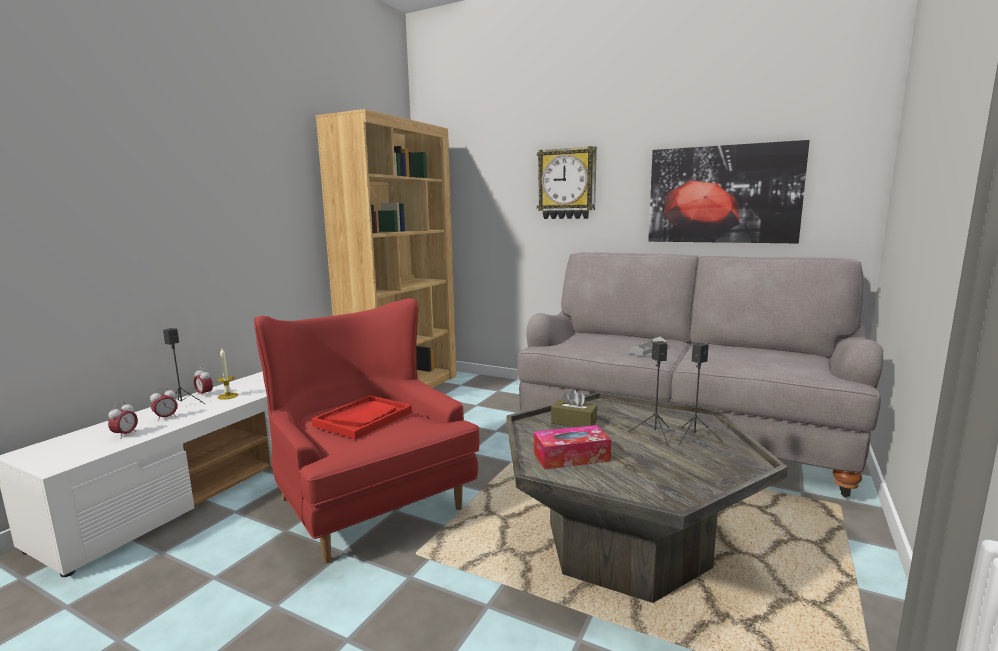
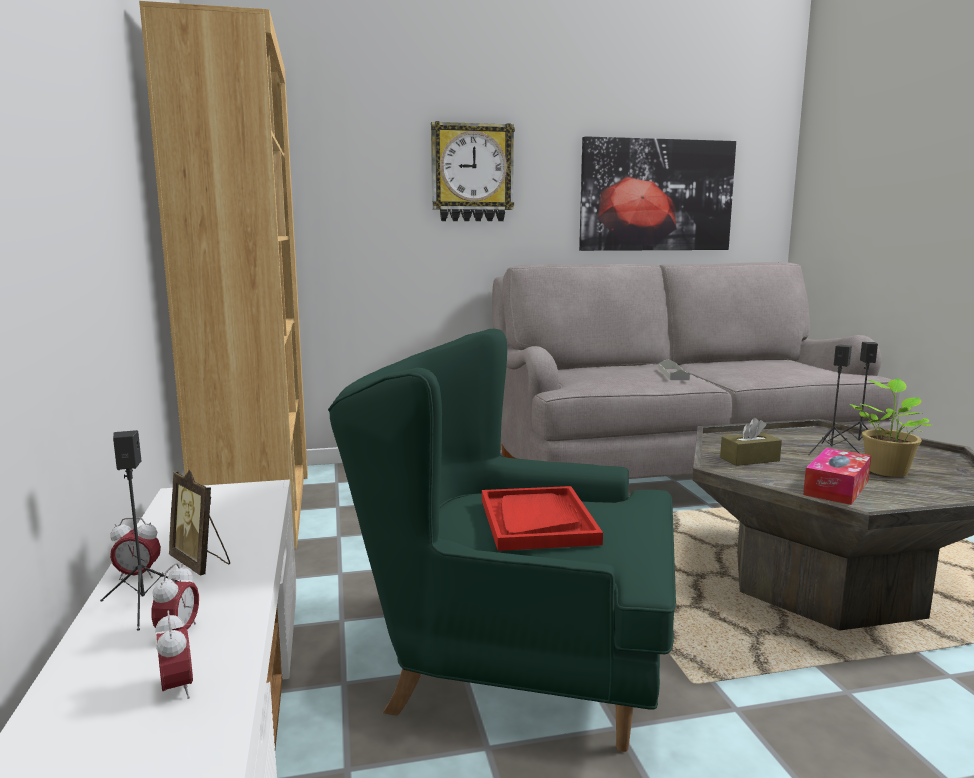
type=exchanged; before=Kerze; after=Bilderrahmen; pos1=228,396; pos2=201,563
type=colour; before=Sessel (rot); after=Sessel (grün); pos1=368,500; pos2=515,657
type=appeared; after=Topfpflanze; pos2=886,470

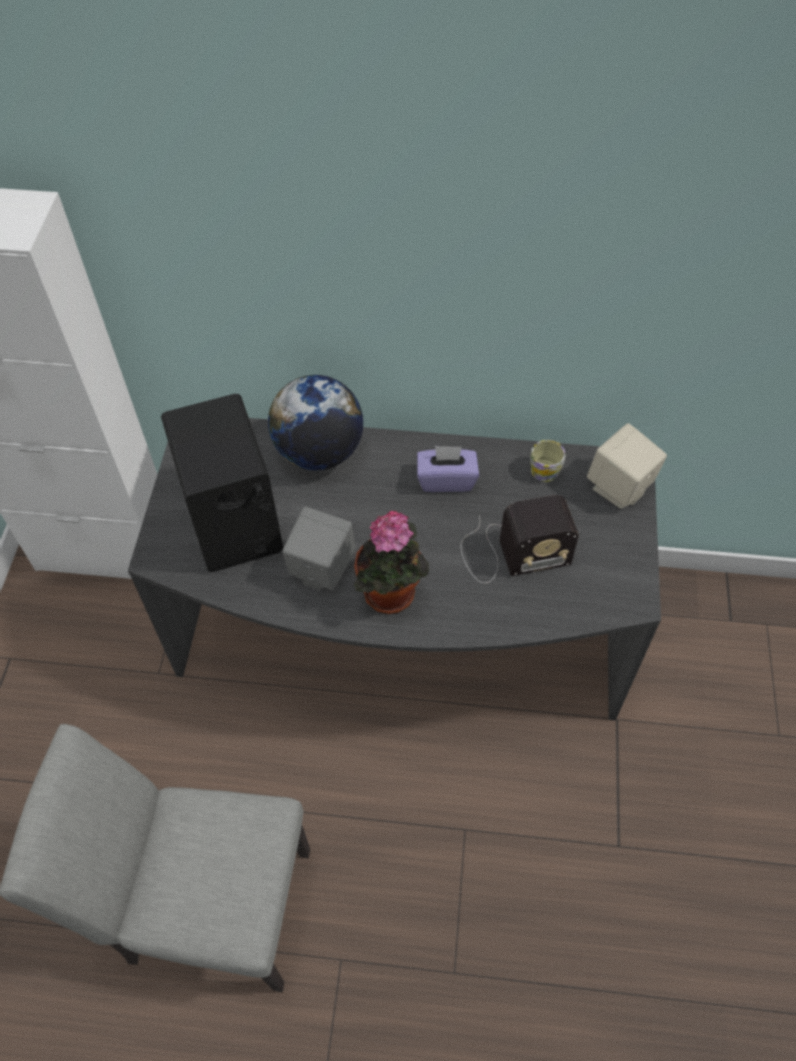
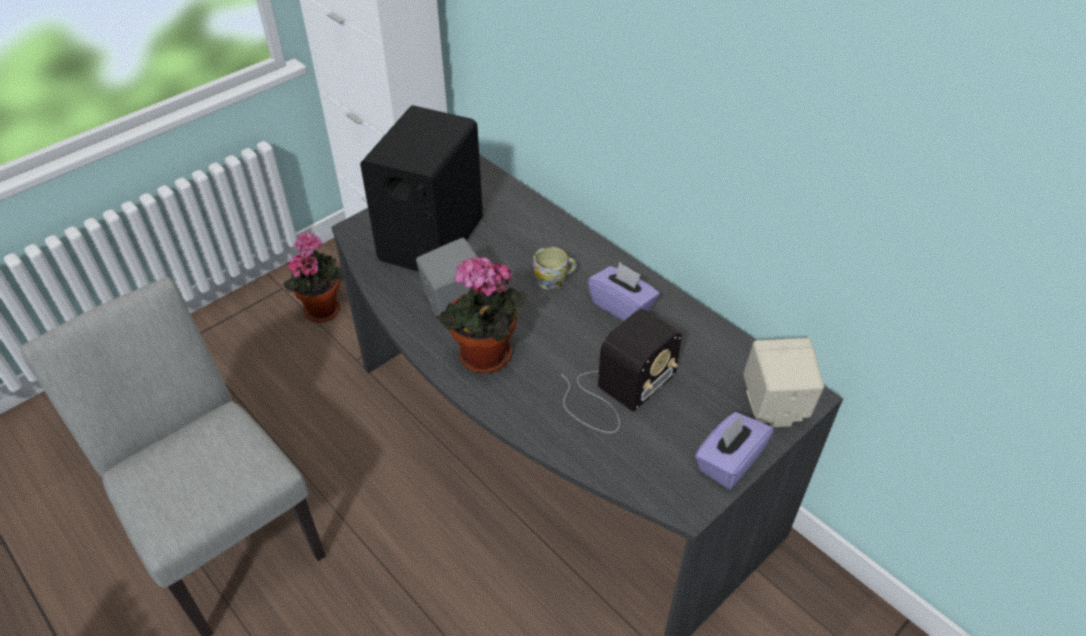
type=missing; before=Globus; pos1=319,452
type=spun; before=Radio; pos1=510,552; pos2=616,391; turn=-75
type=relocated; before=Henkelbecher; pos1=547,468; pos2=555,279
type=appeared; after=Topfpflanze; pos2=322,308
type=appeared; after=Taschentuchbox (lila); pos2=728,462

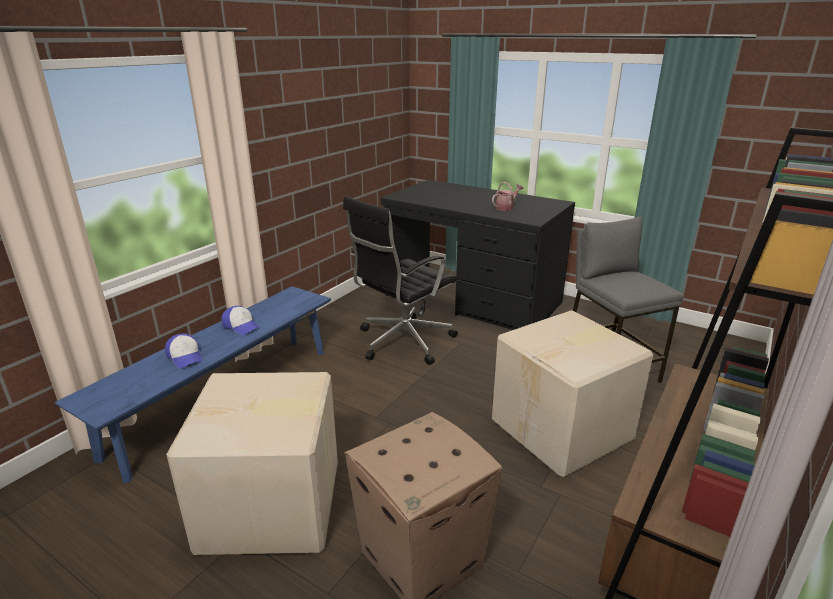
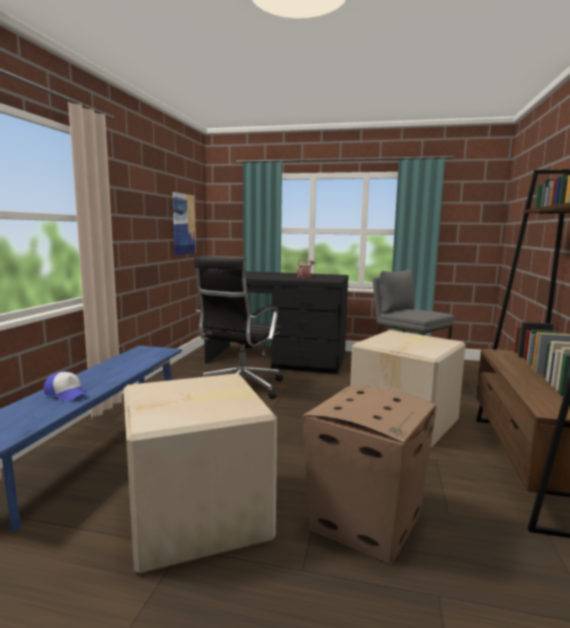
type=missing; before=Kappe; pos1=241,326
type=appeared; after=Bild; pos2=183,224

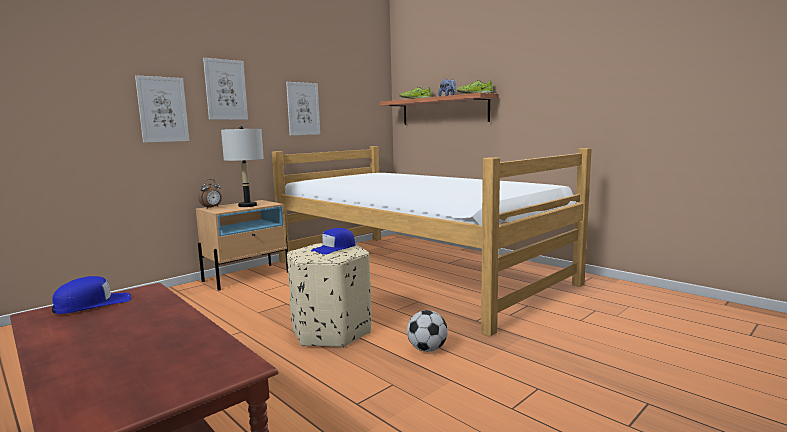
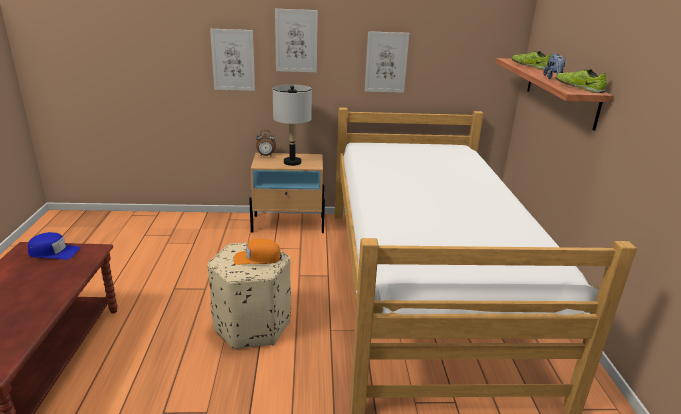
type=colour; before=Kappe (blau); after=Kappe (orange); pos1=334,248; pos2=257,258
type=missing; before=Fußball; pos1=427,349

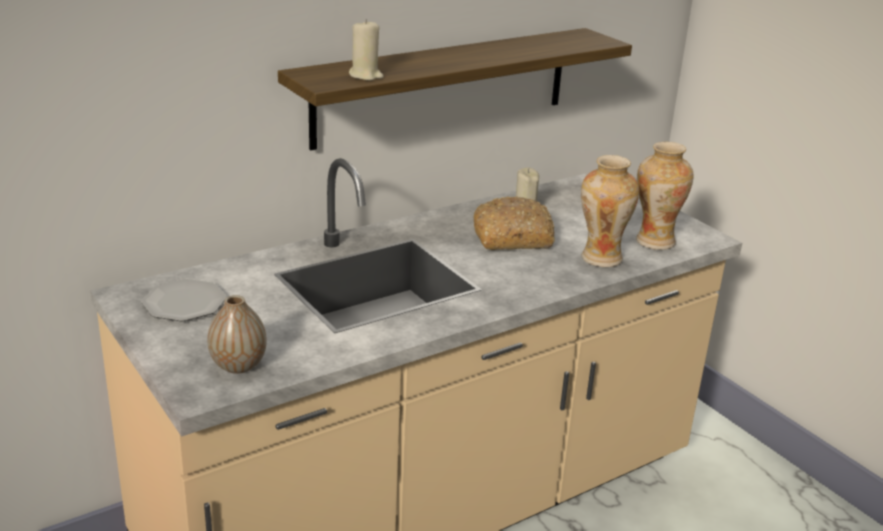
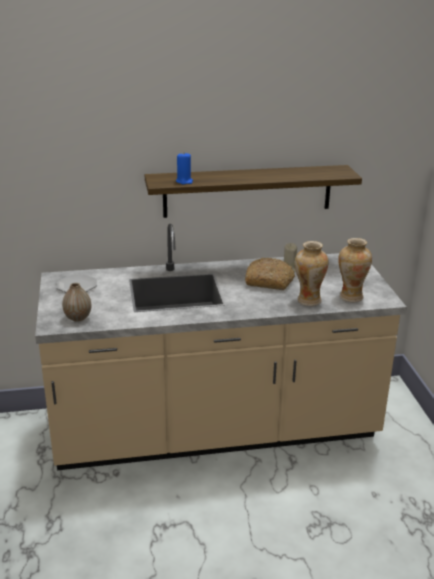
type=colour; before=Kerze (beige); after=Kerze (blau); pos1=366,75; pos2=184,181

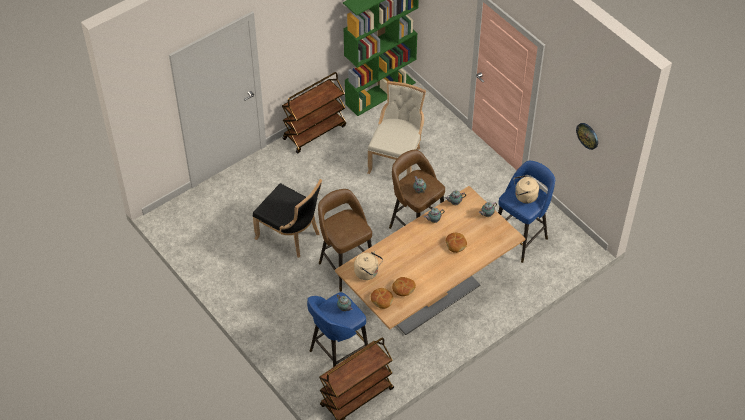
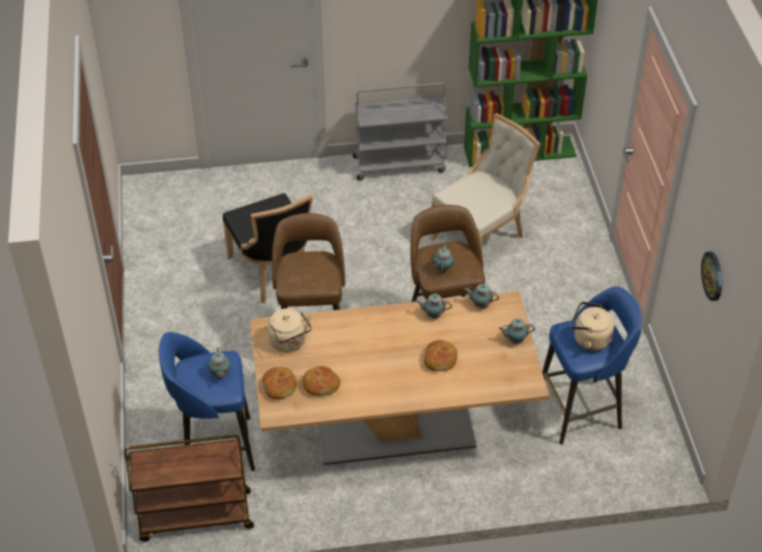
type=colour; before=Rollwagen (braun); after=Rollwagen (grau); pos1=314,132; pos2=399,164

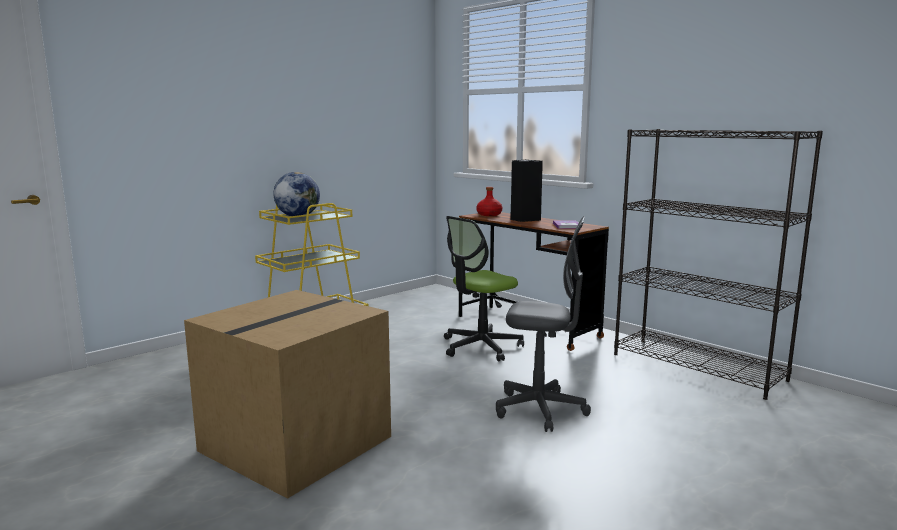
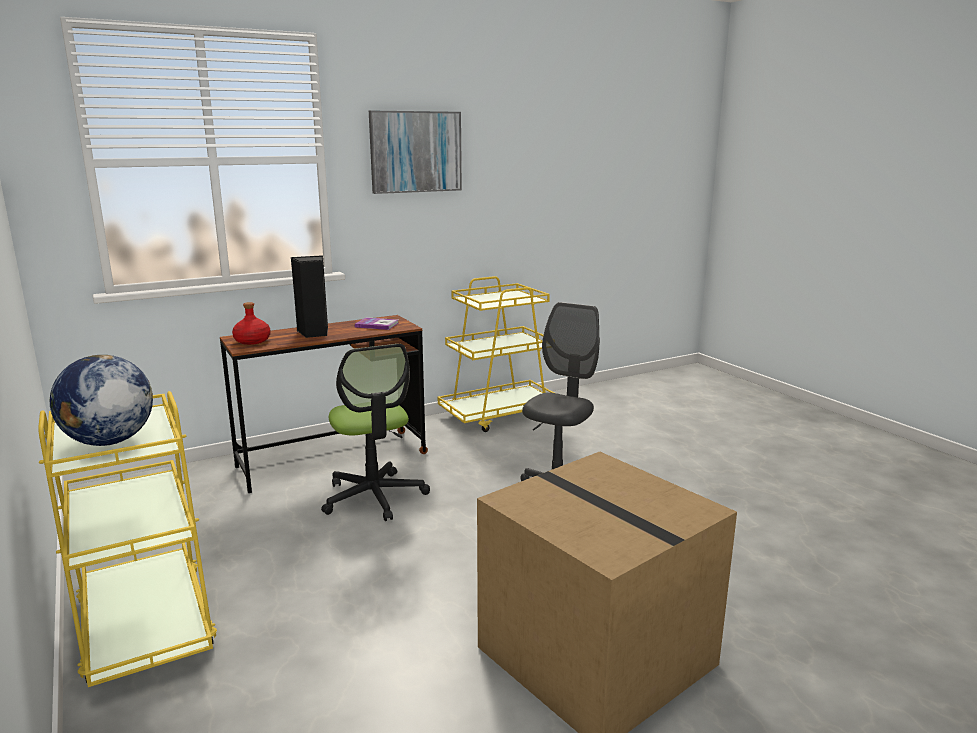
type=exchanged; before=Bücherregal (schwarz); after=Rollwagen (gelb); pos1=698,367; pos2=499,415
type=appeared; after=Bild; pos2=415,152

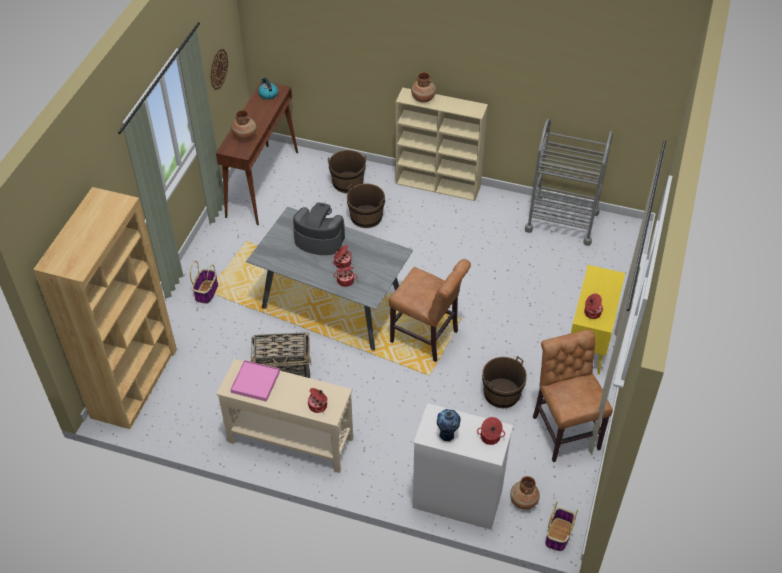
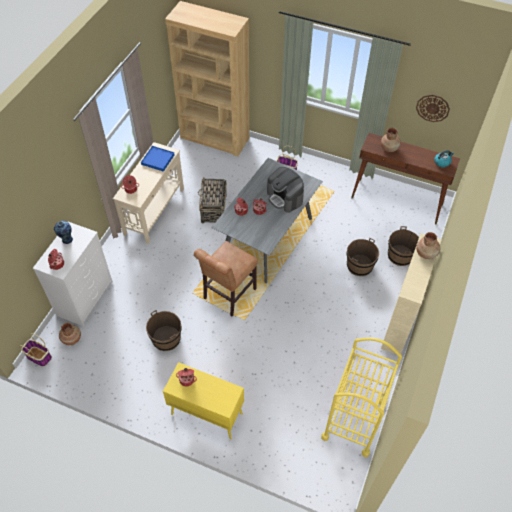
type=colour; before=Tablett (rosa); after=Tablett (blau); pos1=255,382; pos2=158,159
type=spun; before=Kaffeemaschine; pos1=319,240; pos2=285,198; turn=120
type=colour; before=Rollwagen (grau); after=Rollwagen (gelb); pos1=562,221; pos2=354,419
type=missing; before=Stuhl (braun); pos1=564,429

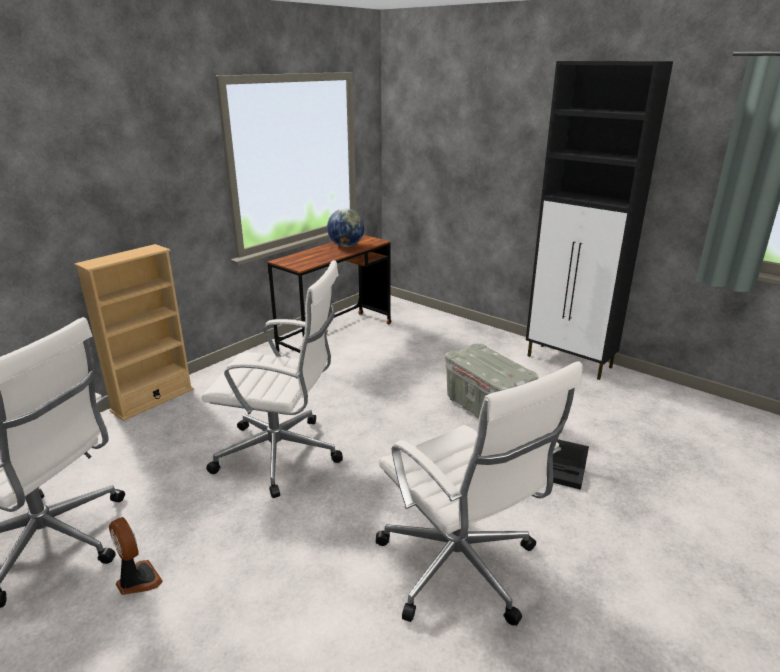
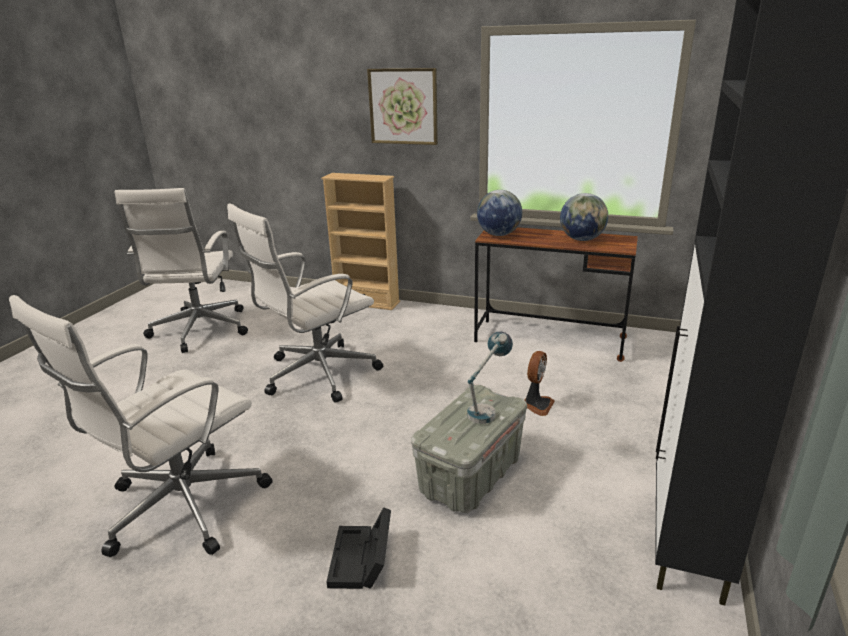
type=relocated; before=Ventilator; pos1=137,580; pos2=537,405
type=spun; before=Bürostuhl (weiß); pos1=282,455; pos2=317,374; turn=60
type=appeared; after=Bild; pos2=403,106
type=appeared; after=Tischlampe; pos2=487,409
type=appeared; after=Globus; pos2=498,234

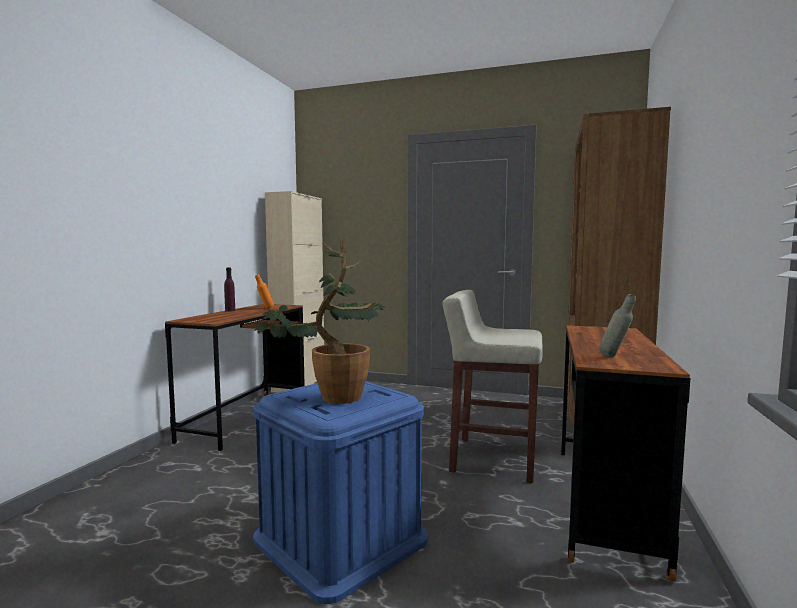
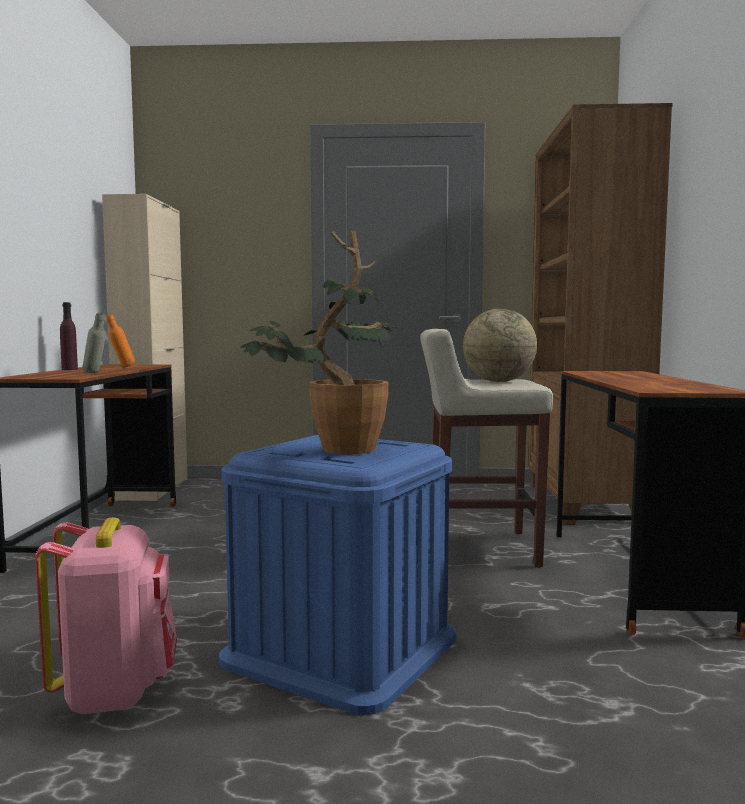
type=relocated; before=Flasche (grau); pos1=615,357; pos2=95,373
type=appeared; after=Rucksack (rosa); pos2=115,691
type=appeared; after=Globus; pos2=498,381

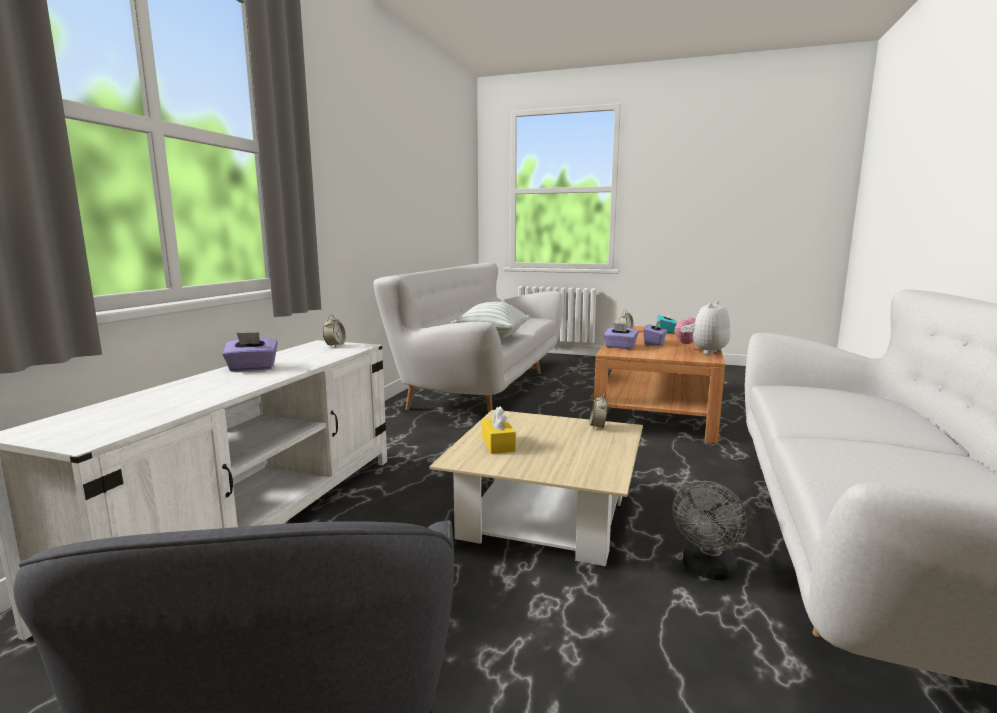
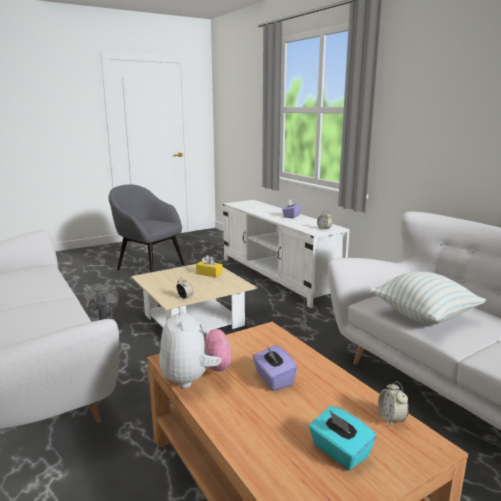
type=missing; before=Taschentuchbox (lila); pos1=620,347

